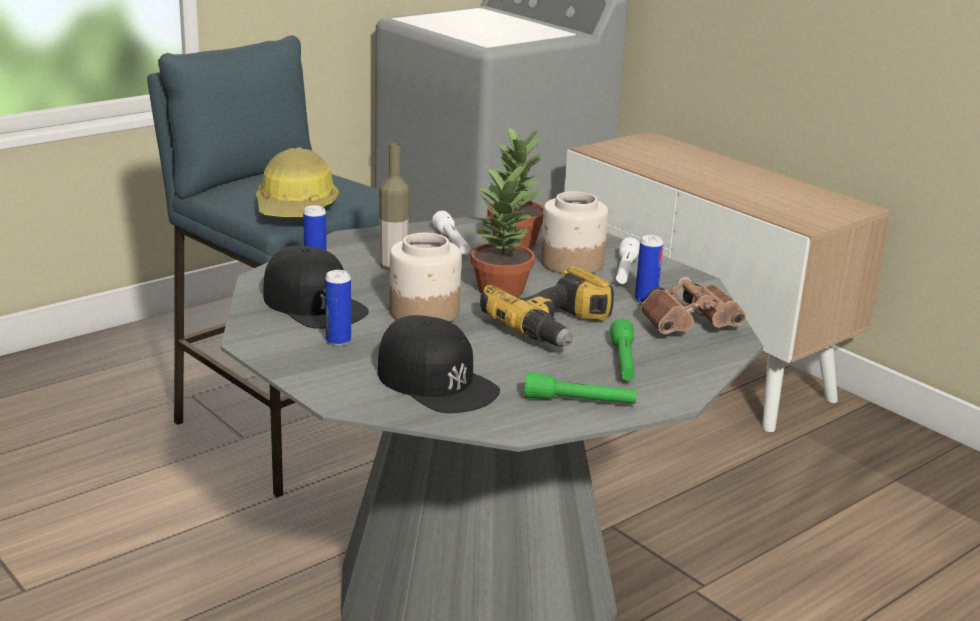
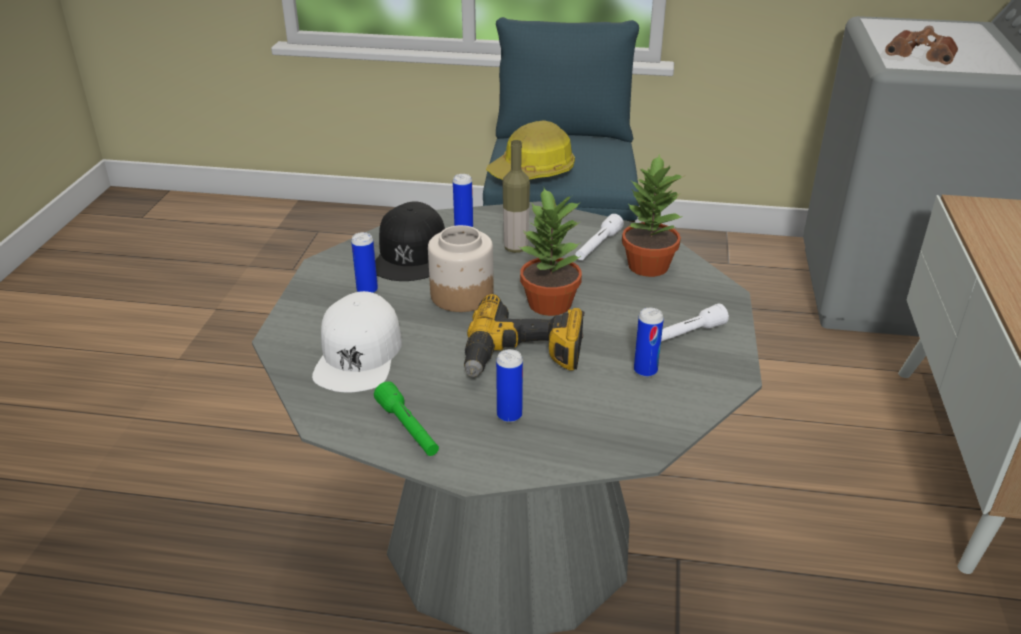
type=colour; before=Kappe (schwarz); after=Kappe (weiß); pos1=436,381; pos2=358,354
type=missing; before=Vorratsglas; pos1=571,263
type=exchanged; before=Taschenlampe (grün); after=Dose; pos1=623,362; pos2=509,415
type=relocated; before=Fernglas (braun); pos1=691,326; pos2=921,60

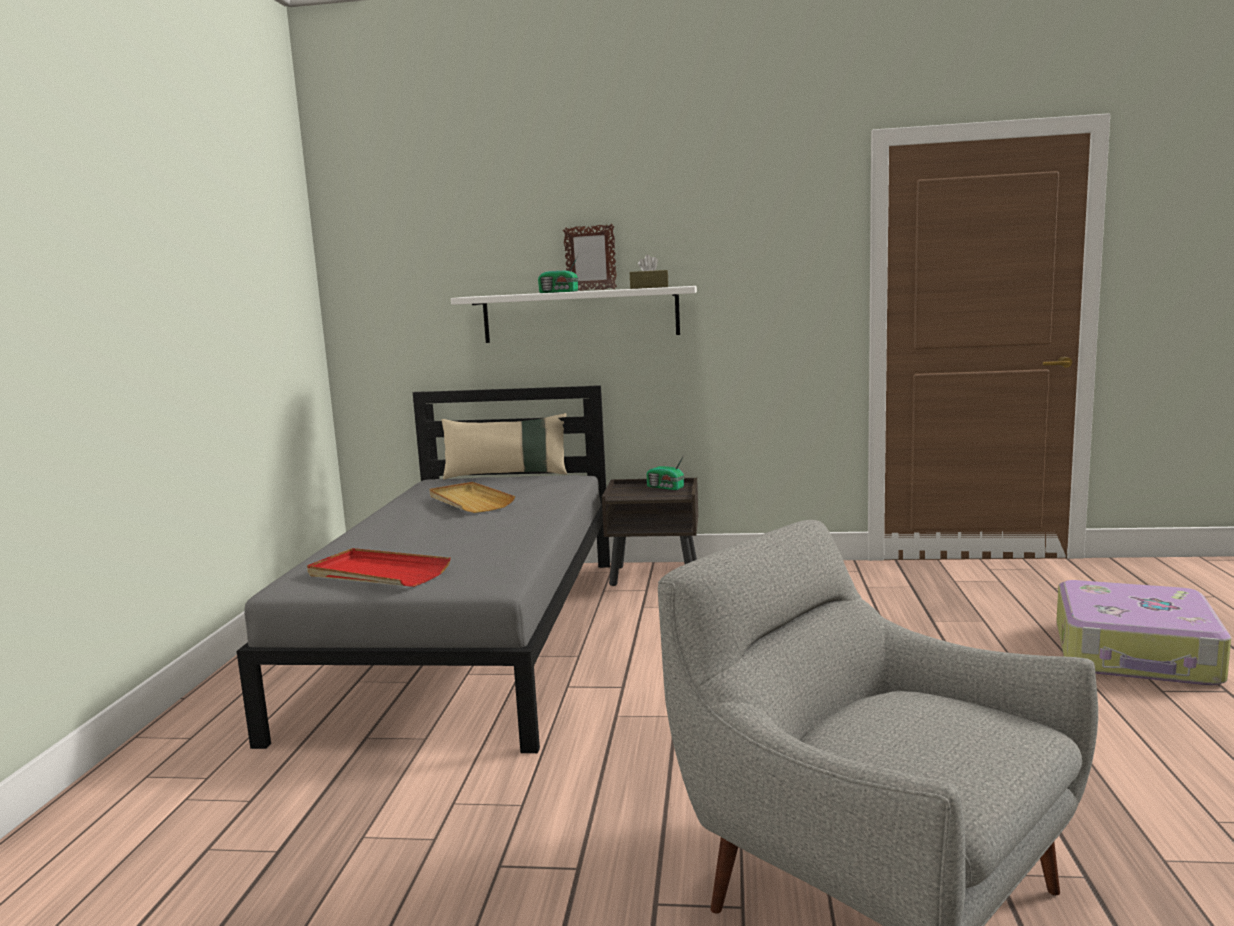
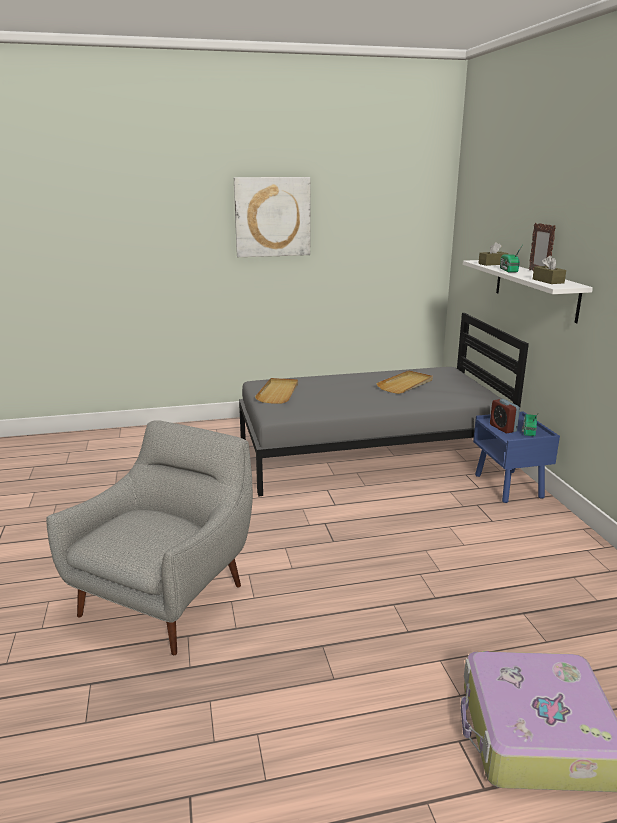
type=colour; before=Tablett (rot); after=Tablett (beige); pos1=377,573; pos2=278,392
type=missing; before=Kissen (beige); pos1=507,475
type=colour; before=Nachttisch (braun); after=Nachttisch (blau); pos1=655,575; pos2=509,486
type=appeared; after=Bild; pos2=272,217
type=appeared; after=Taschentuchbox (braun); pos2=492,264
type=appeared; after=Wecker; pos2=502,428

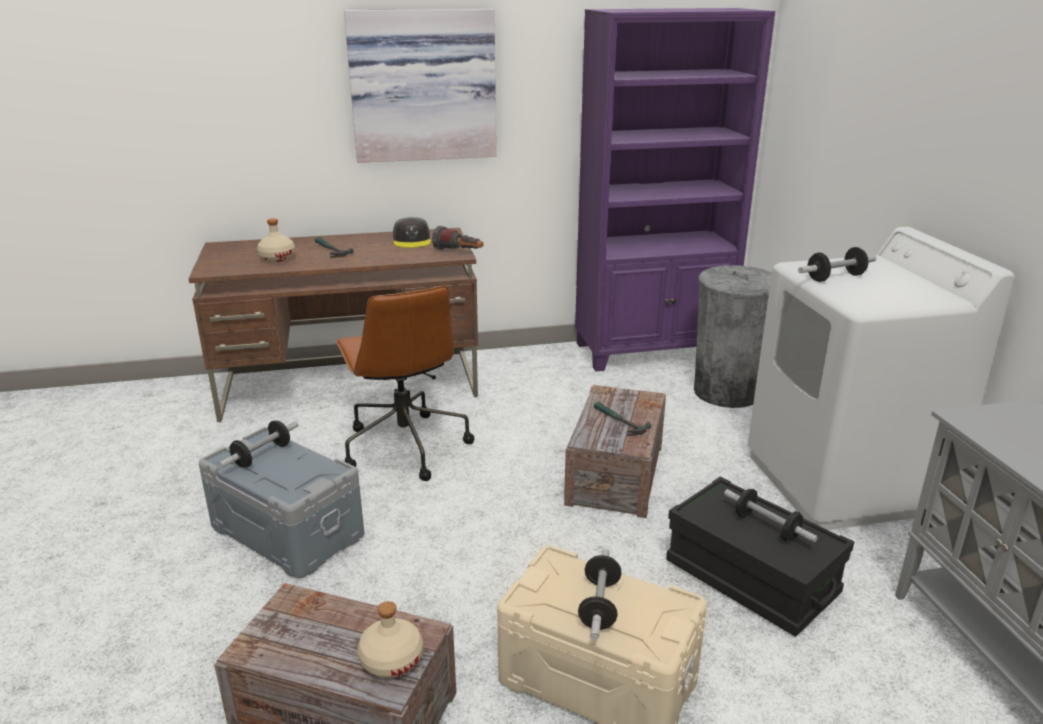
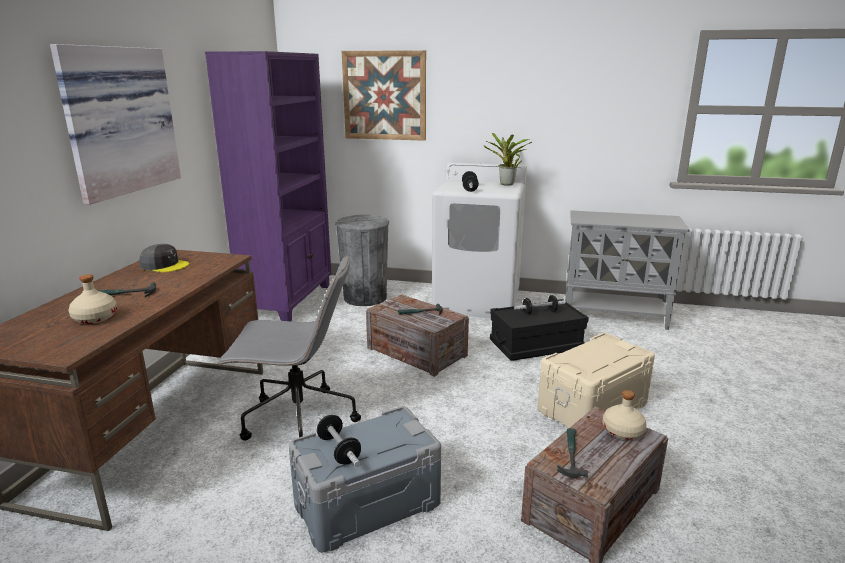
type=colour; before=Bürostuhl (braun); after=Bürostuhl (grau); pos1=404,446; pos2=297,420
type=missing; before=Taschenlampe; pos1=459,252
type=missing; before=Hantel; pos1=599,606
type=appeared; after=Bild; pos2=384,96
type=appeared; after=Topfpflanze; pos2=506,185
type=appeared; after=Hammer; pos2=570,455

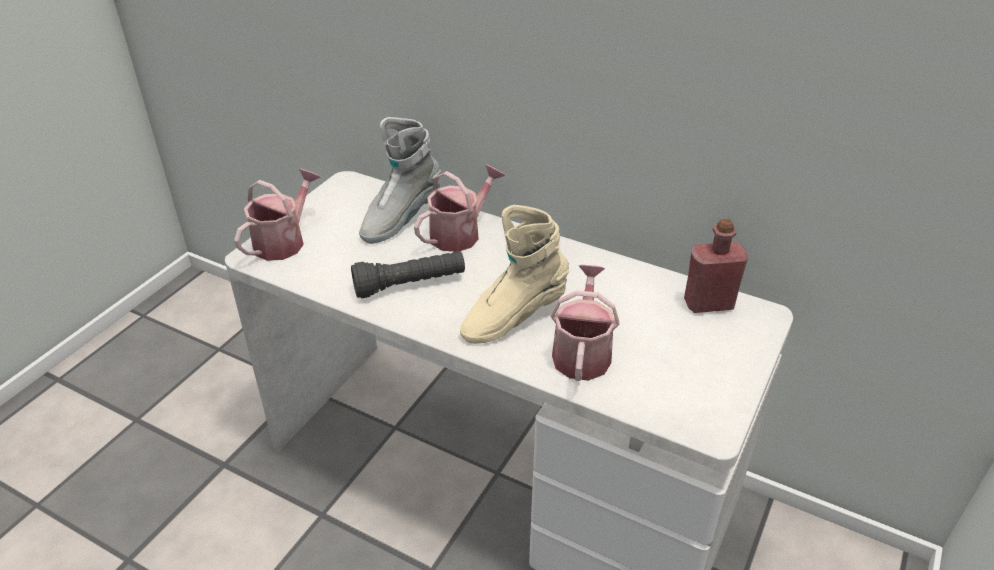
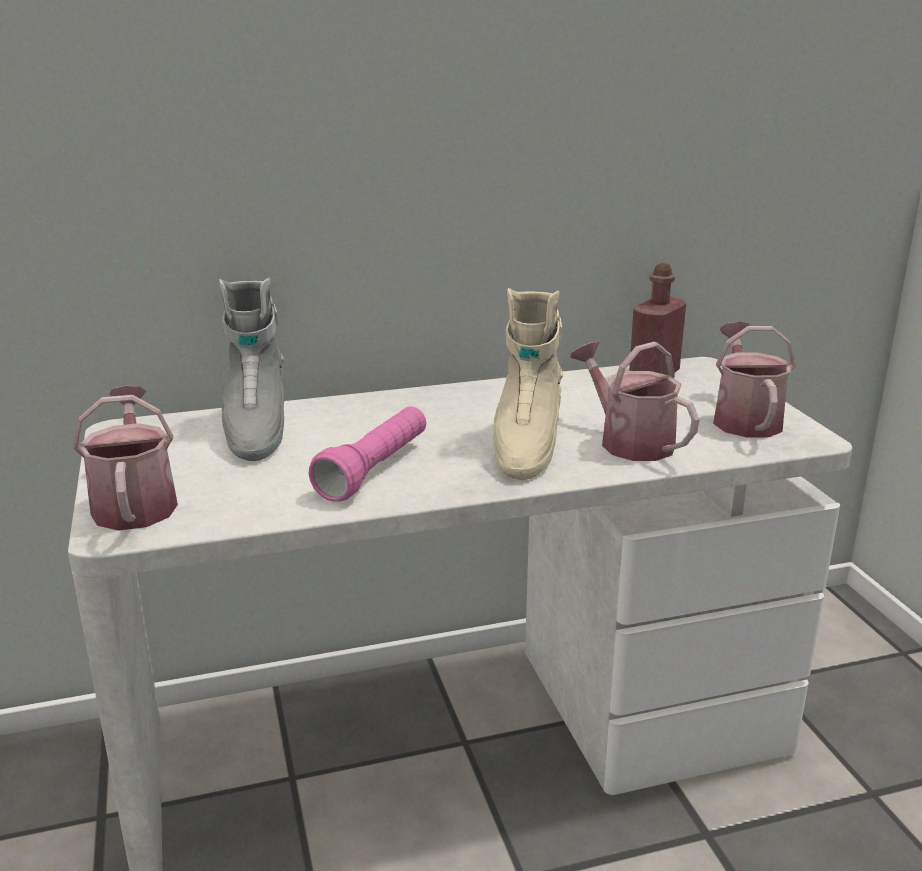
type=colour; before=Taschenlampe (schwarz); after=Taschenlampe (rosa); pos1=410,285; pos2=374,470
type=relocated; before=Gießkanne; pos1=460,233; pos2=744,419

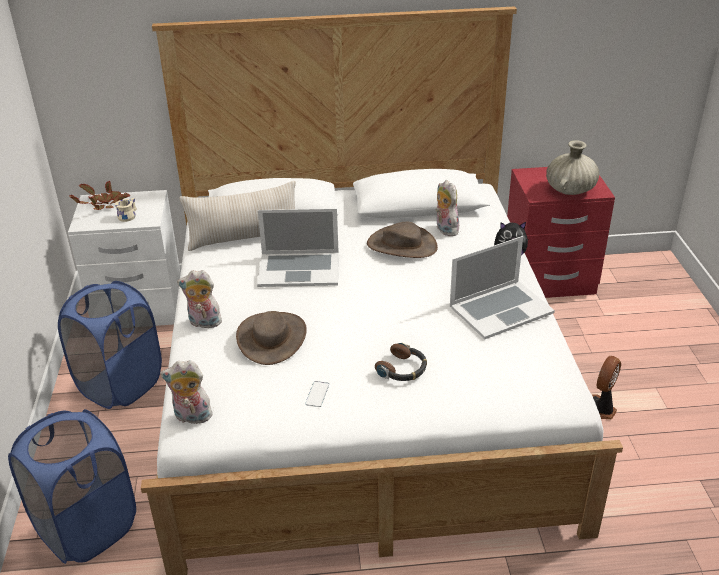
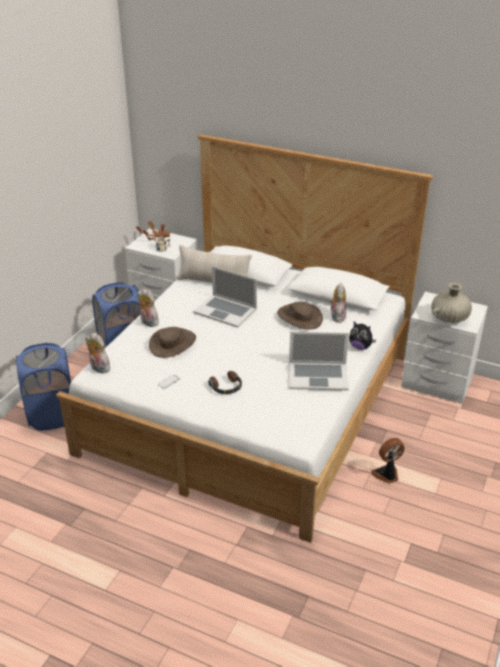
type=colour; before=Nachttisch (rot); after=Nachttisch (weiß); pos1=548,280; pos2=436,382

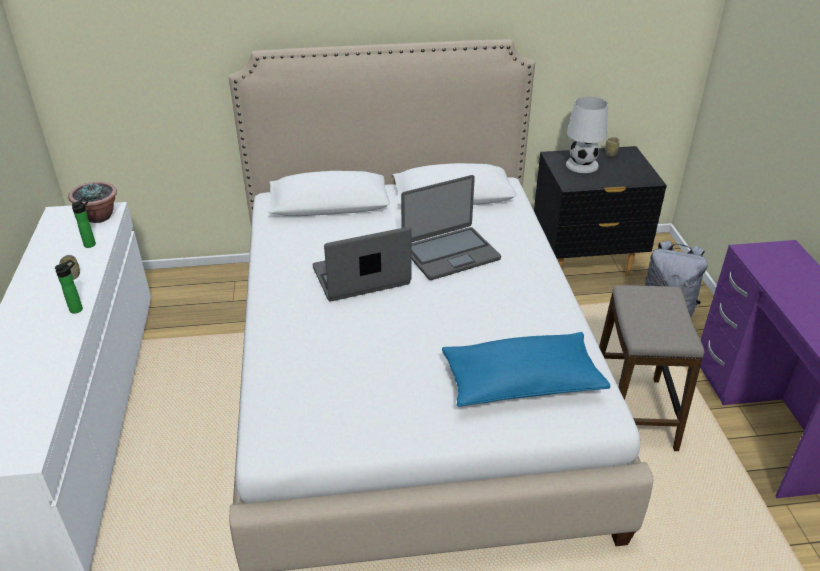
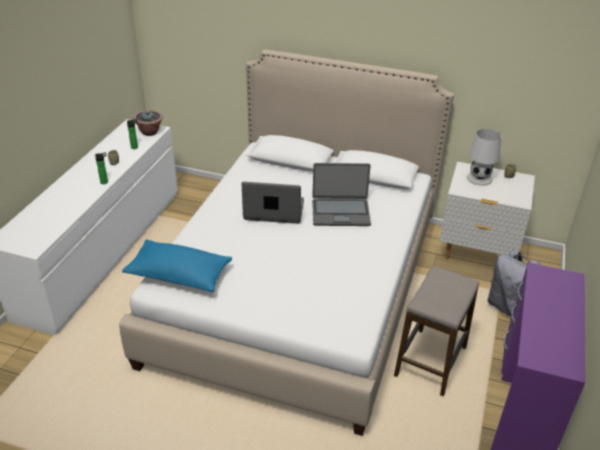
type=relocated; before=Kissen (blau); pos1=521,384; pos2=179,275
type=colour; before=Nachttisch (schwarz); after=Nachttisch (weiß); pos1=585,262; pos2=476,253

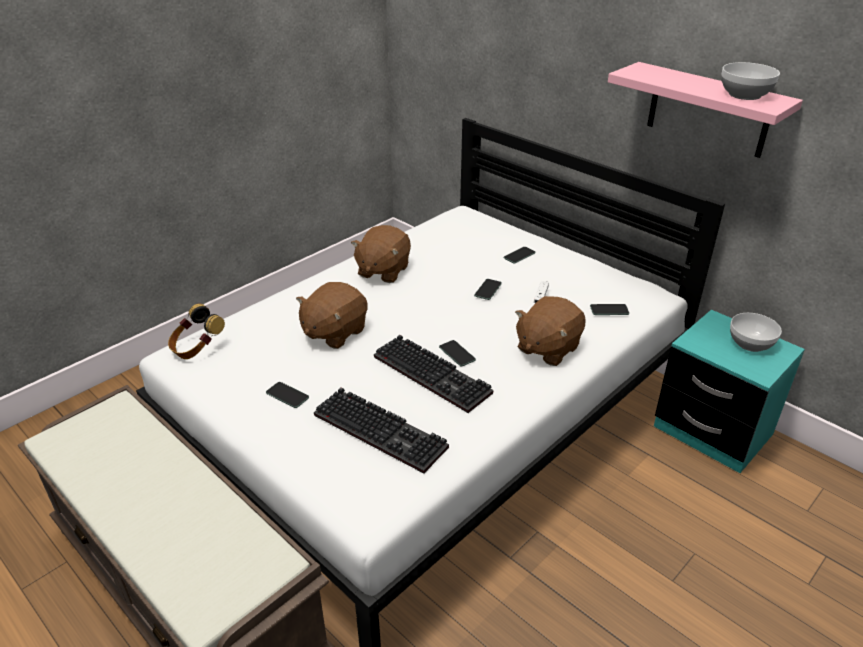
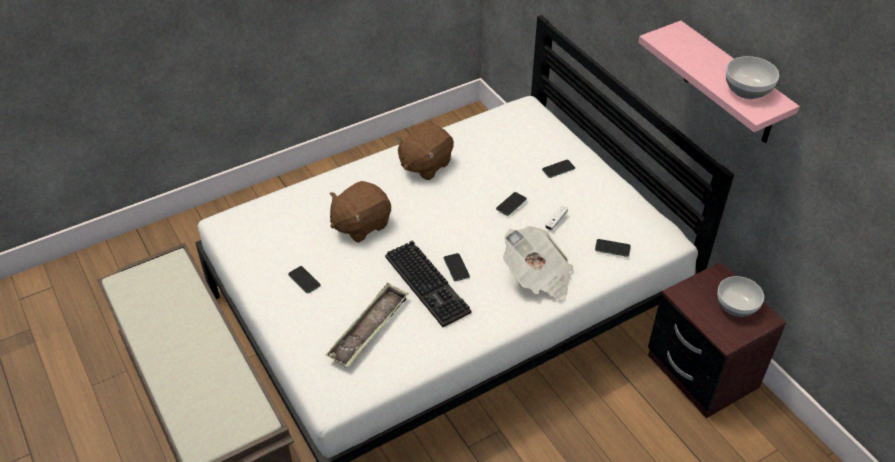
type=missing; before=Kopfhörer; pos1=197,348
type=exchanged; before=Tastatur; after=Tablett; pos1=383,430; pos2=369,329
type=exchanged; before=Plüschtier (braun); after=Zeitung; pos1=547,348; pos2=537,277
type=colour; before=Nachttisch (türkis); after=Nachttisch (braun); pos1=712,431; pos2=702,372

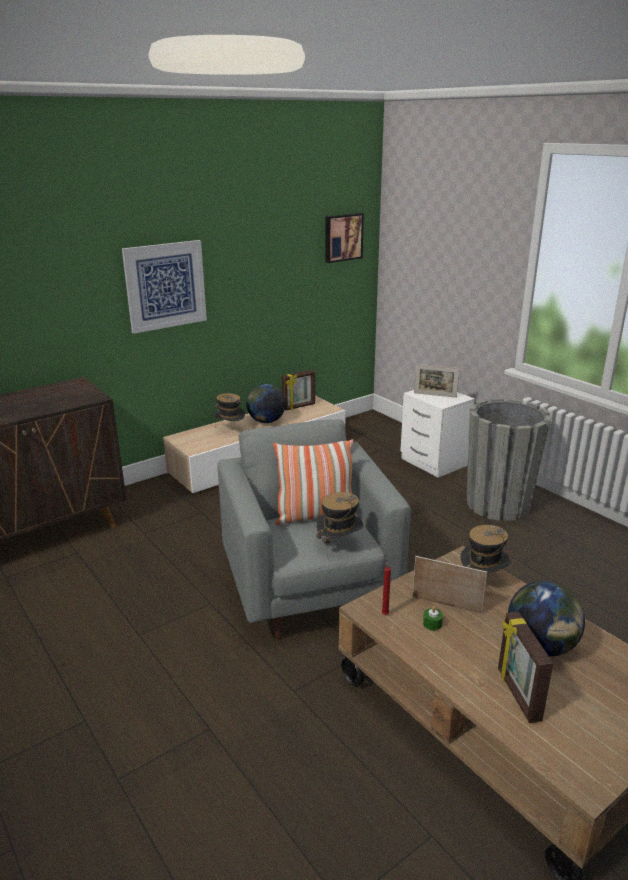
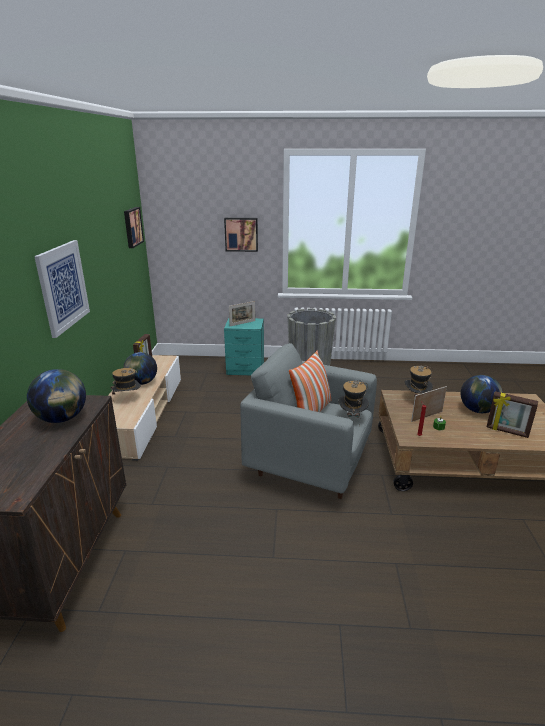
type=colour; before=Nachttisch (weiß); after=Nachttisch (türkis); pos1=433,463; pos2=246,369
type=appeared; after=Globus; pos2=62,418
type=appeared; after=Bild; pos2=241,234

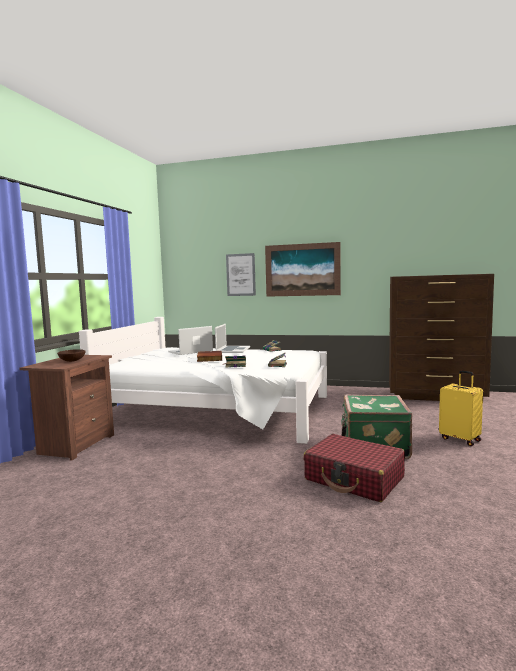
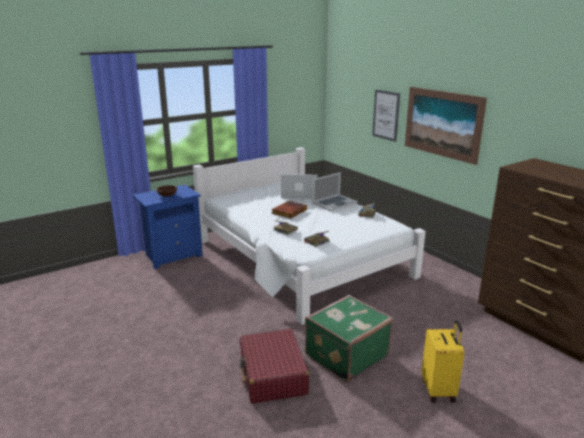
type=colour; before=Nachttisch (braun); after=Nachttisch (blau); pos1=75,445; pos2=172,255

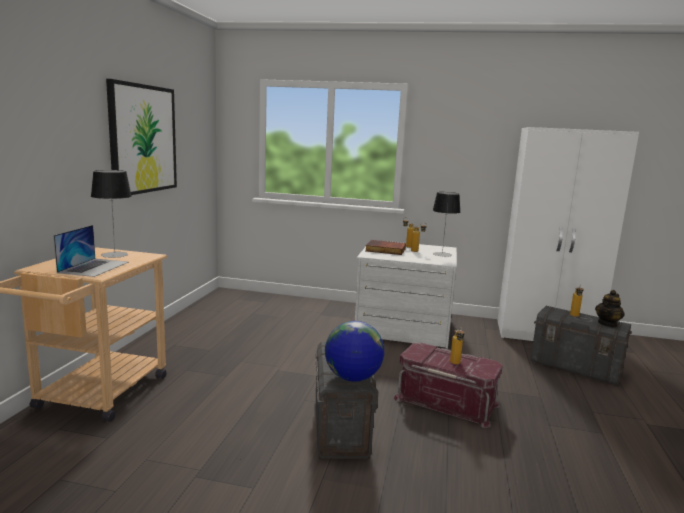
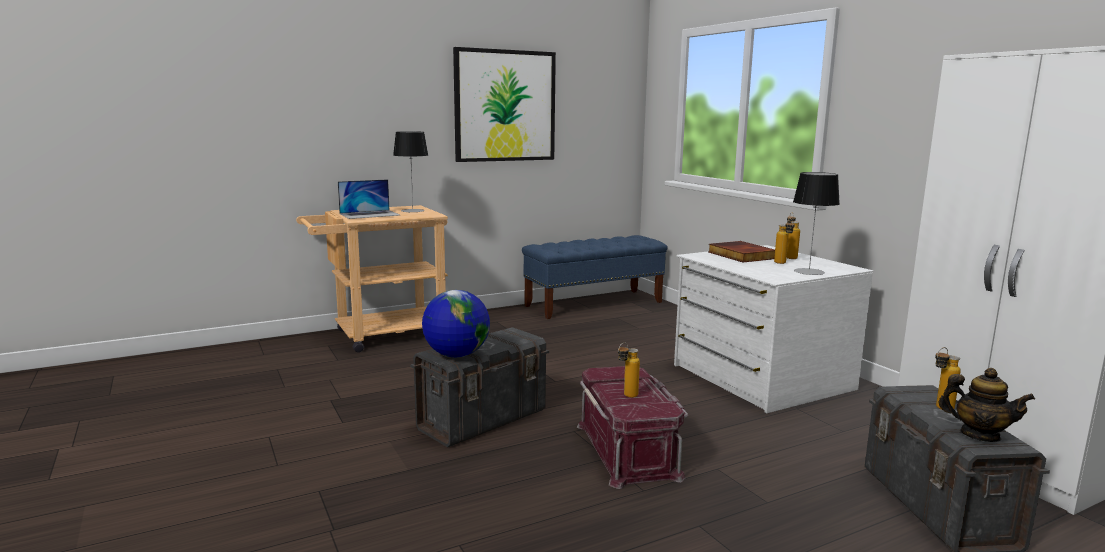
type=spun; before=Teekanne; pos1=607,324; pos2=979,435; turn=-150
type=appeared; after=Bank (blau); pos2=594,304

